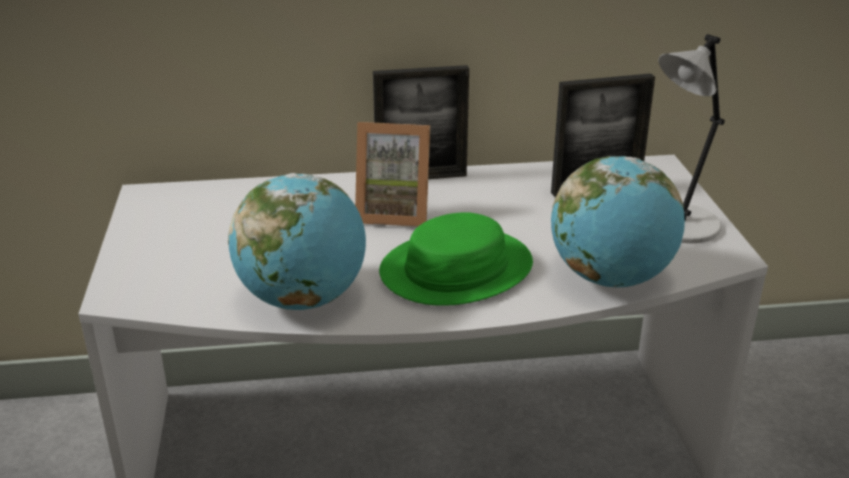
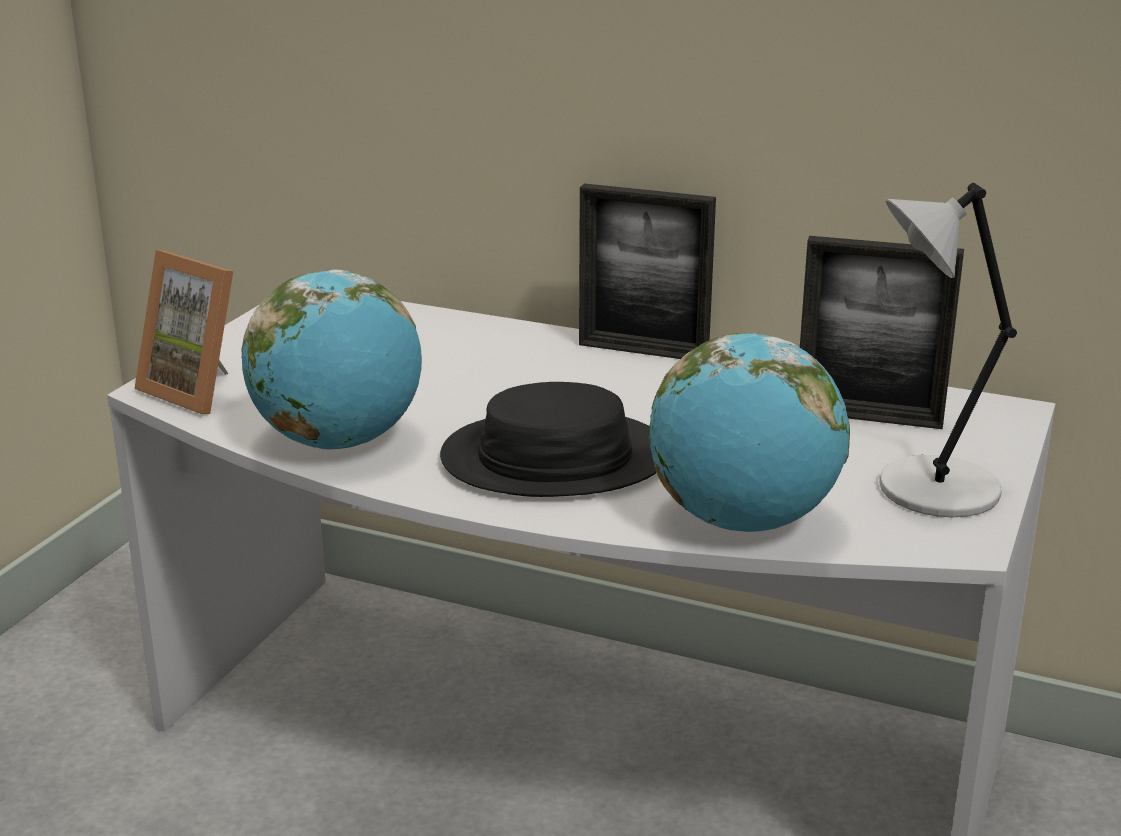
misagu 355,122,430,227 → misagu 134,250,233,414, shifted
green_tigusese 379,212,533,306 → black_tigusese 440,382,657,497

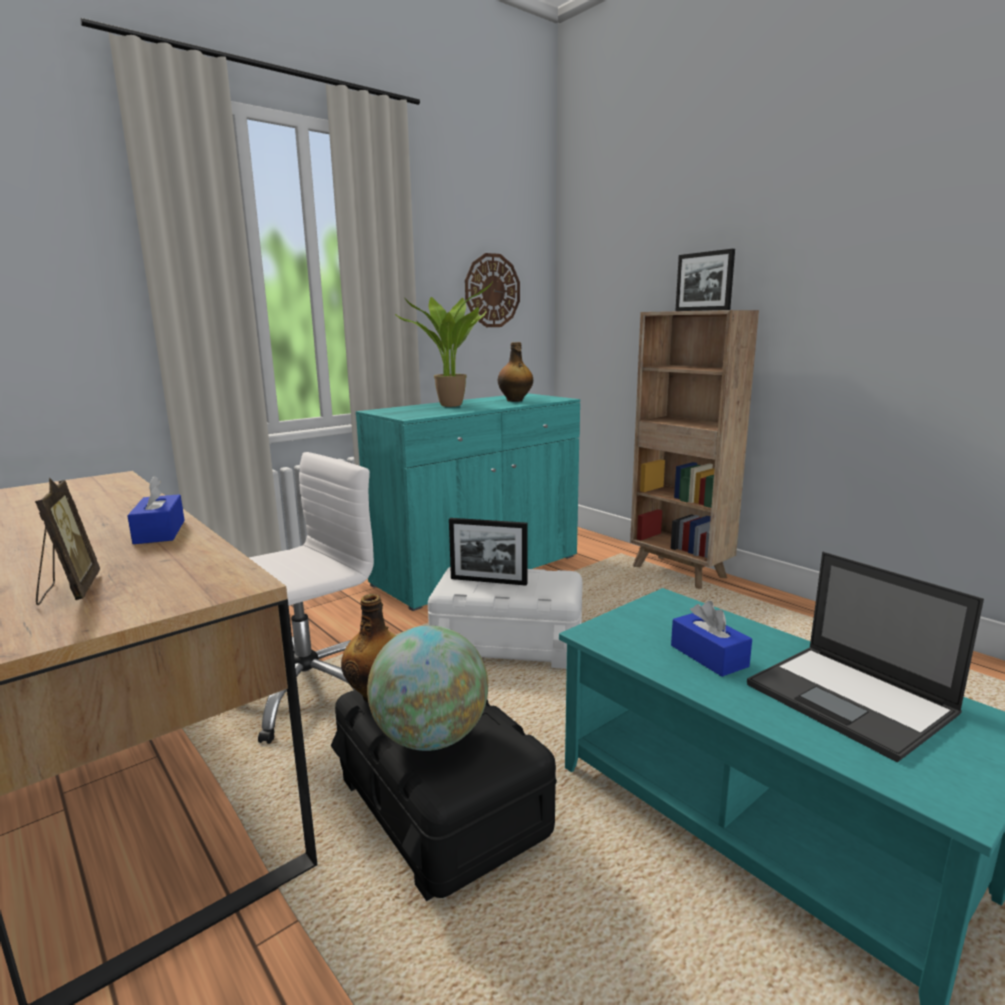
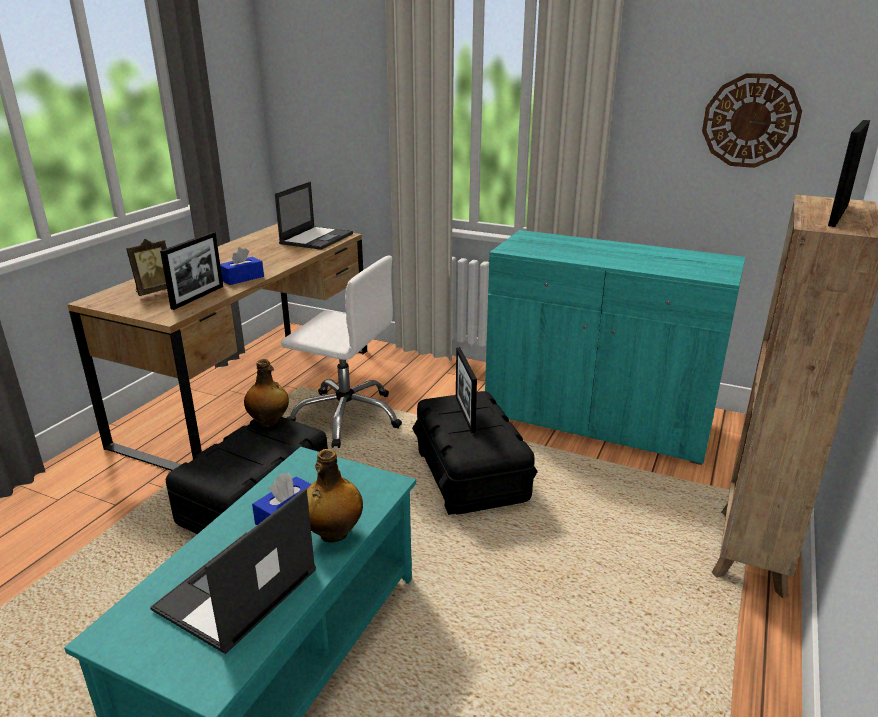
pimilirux 395,280,494,407 → -
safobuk 498,342,533,402 → safobuk 307,449,363,543, shifted
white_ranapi 428,567,583,669 → black_ranapi 412,391,538,515
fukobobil 367,625,488,751 → -
- → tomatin 275,181,353,250
- → misagu 160,232,223,310

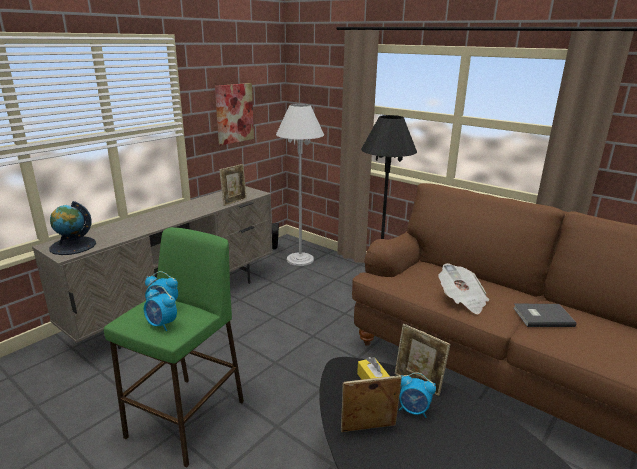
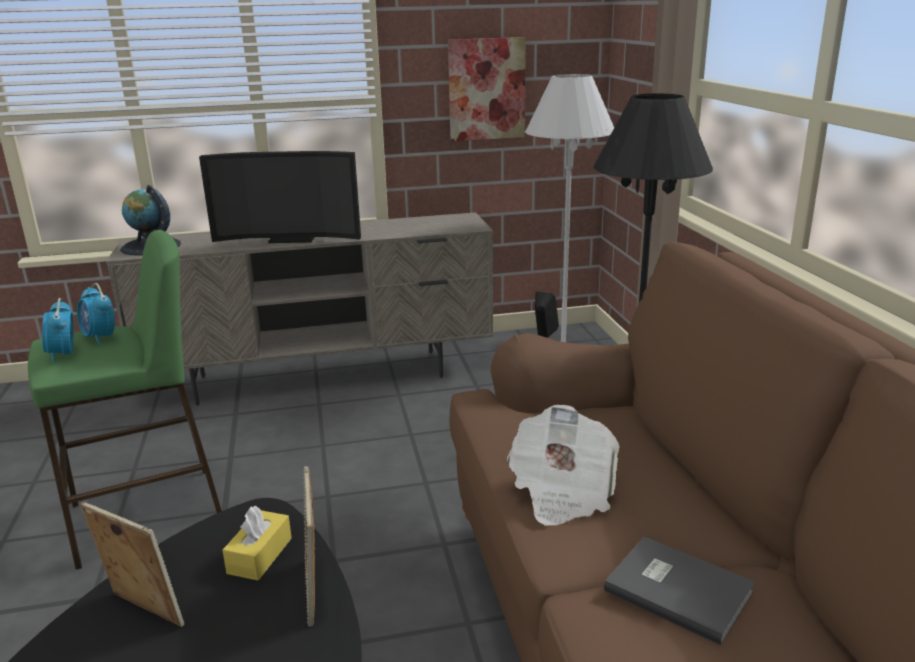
misagu 219,164,247,206 → -
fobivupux 399,372,436,418 → -
- → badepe 199,151,361,243

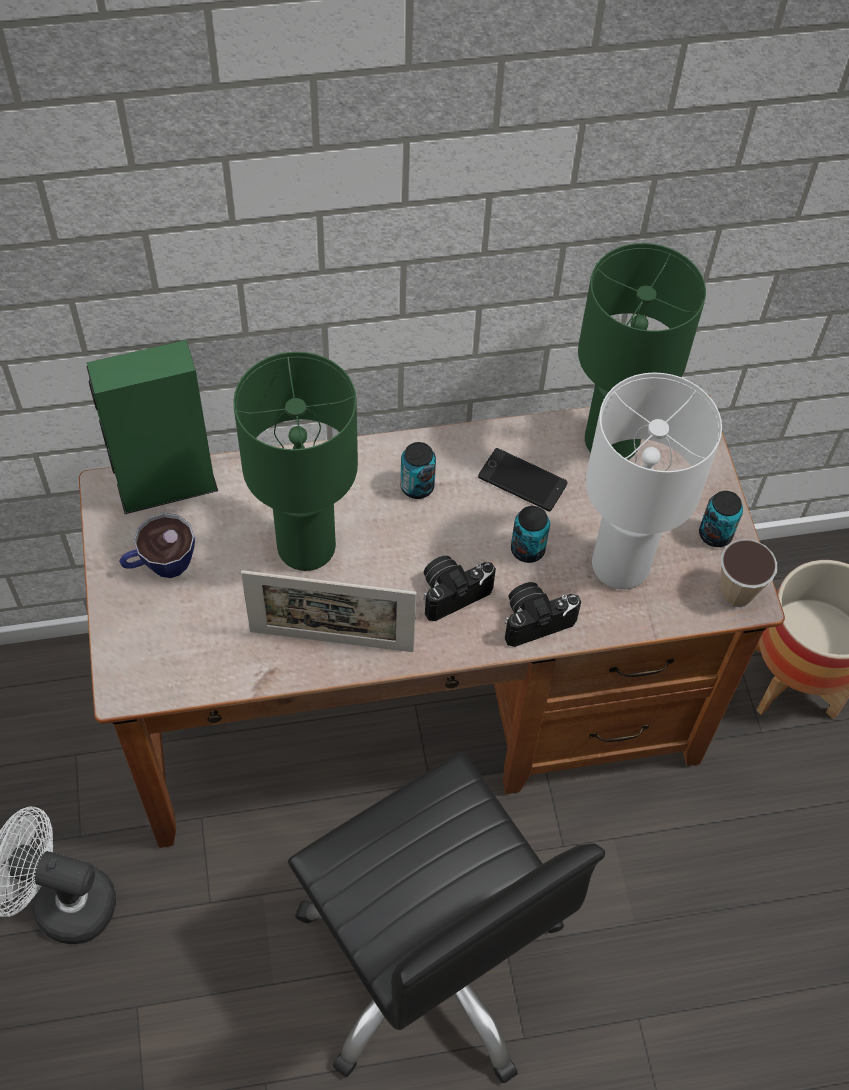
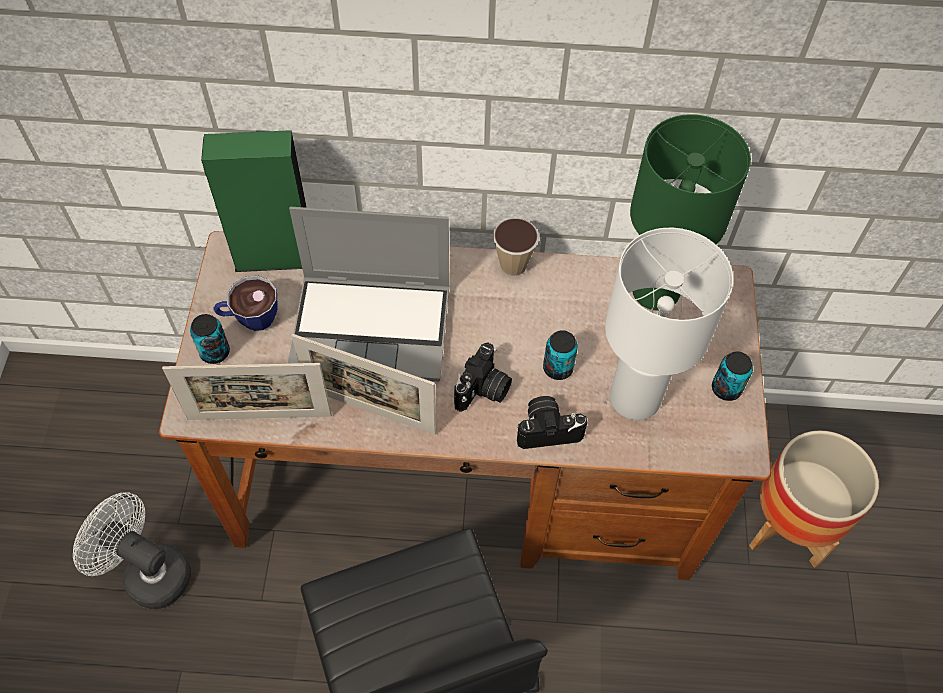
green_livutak 234,352,358,571 → tomatin 288,207,449,382
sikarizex 400,442,436,499 → sikarizex 190,314,230,364, shifted
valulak 478,448,568,511 → -
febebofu 721,539,777,607 → febebofu 493,218,539,276, shifted
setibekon 423,555,496,621 → setibekon 454,342,512,412, 135 degrees clockwise
- → misagu 162,363,332,420

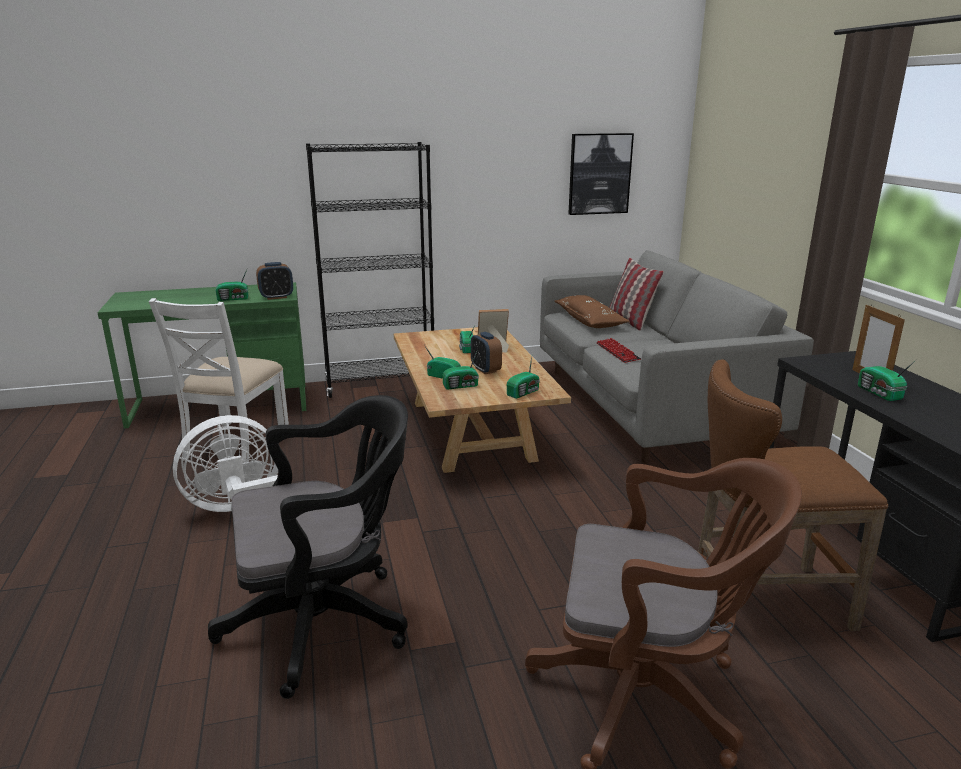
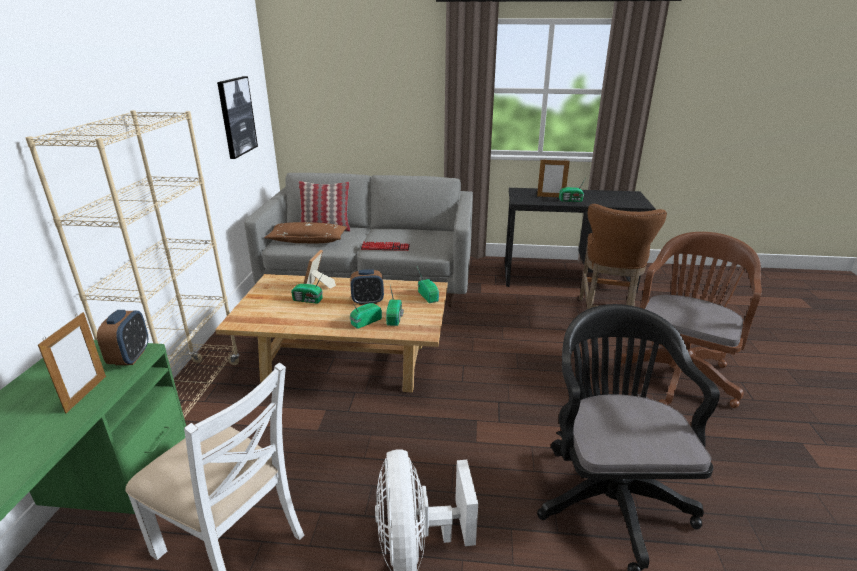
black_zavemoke 306,142,434,398 → beige_zavemoke 25,110,240,418
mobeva 215,267,248,301 → misagu 38,312,106,414

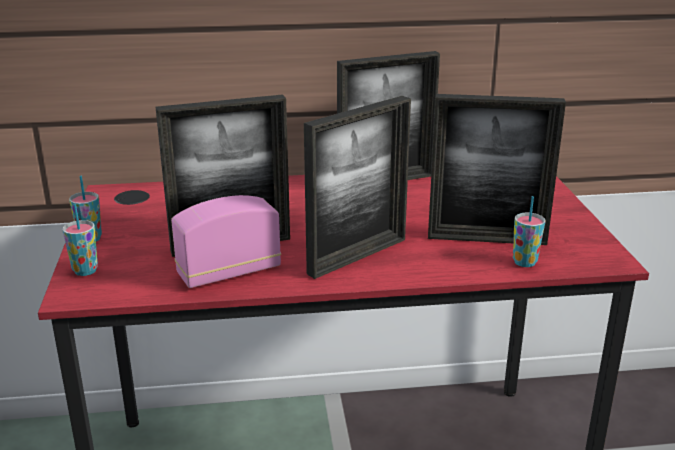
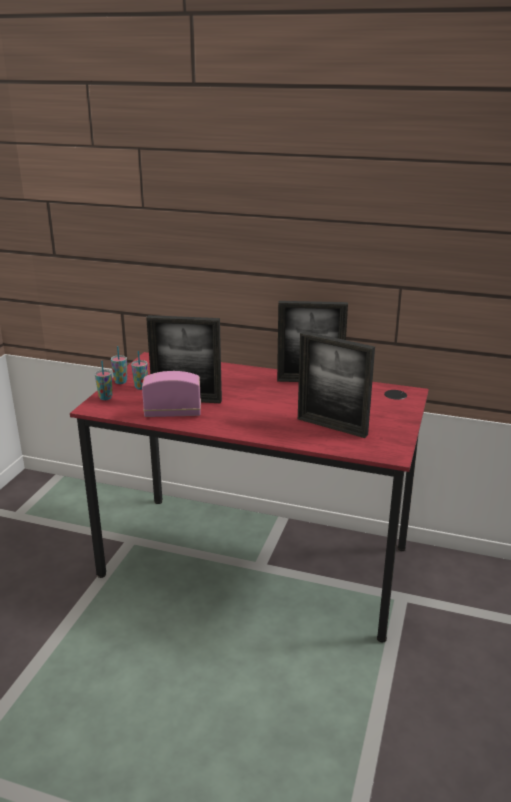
misagu 304,96,411,279 → -
febebofu 513,196,546,267 → febebofu 131,351,148,390, shifted

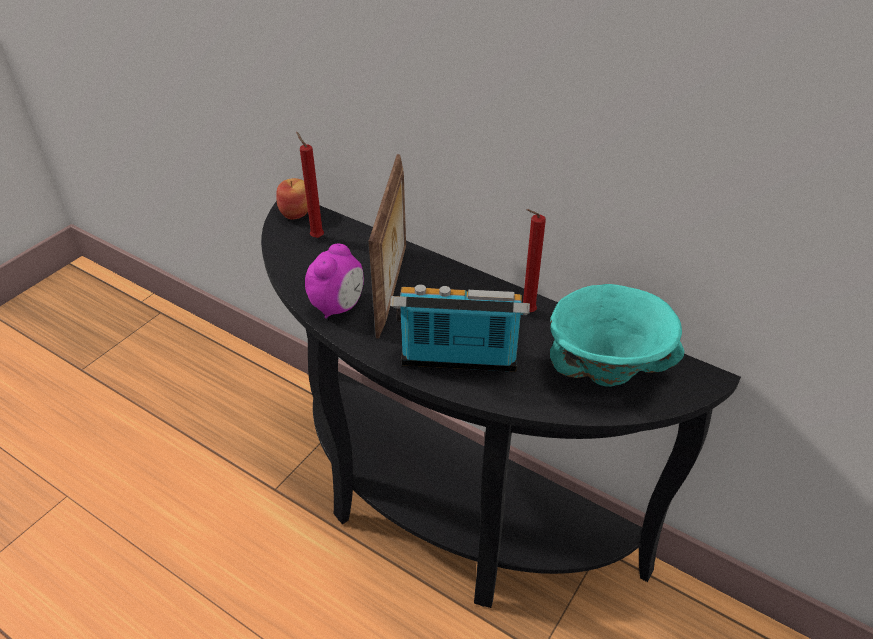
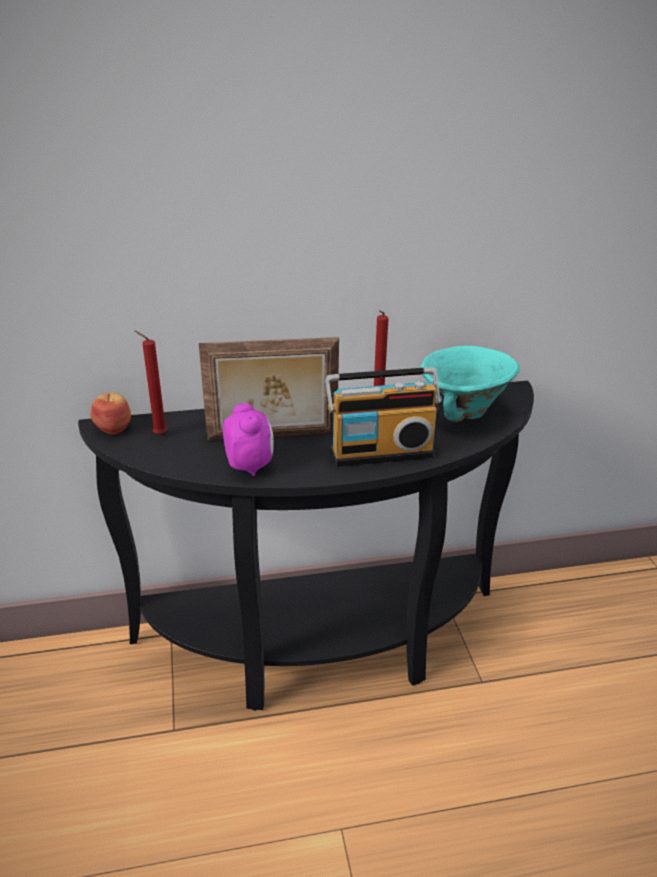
misagu 369,154,406,338 → misagu 199,337,339,440, 120 degrees clockwise
mobeva 390,285,530,372 → mobeva 325,367,442,467, 150 degrees counterclockwise

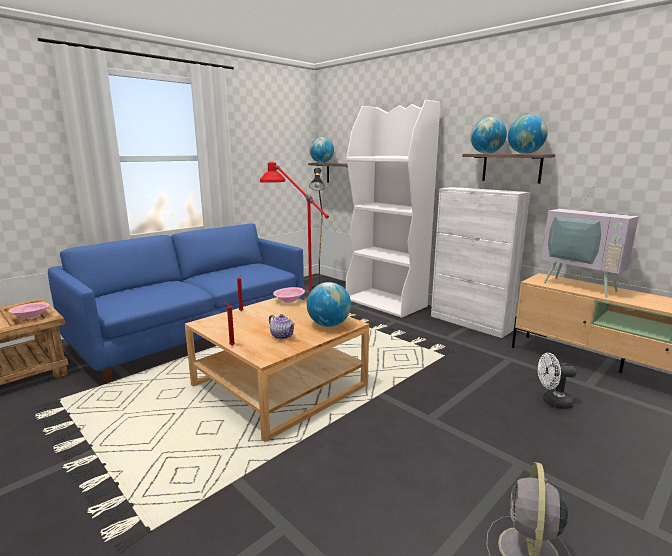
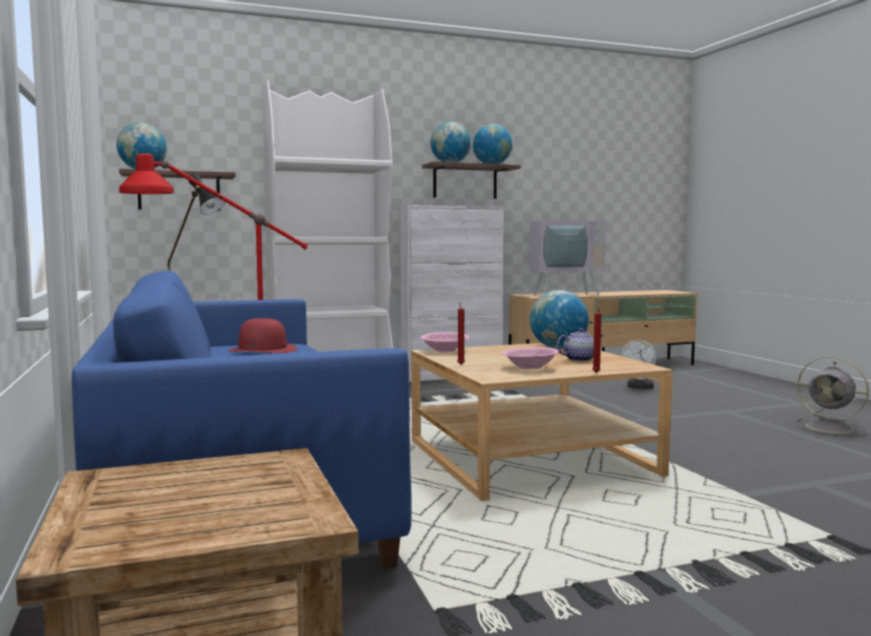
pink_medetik 9,303,50,319 → pink_medetik 502,347,559,370, shifted
- → red_tigusese 228,318,298,353

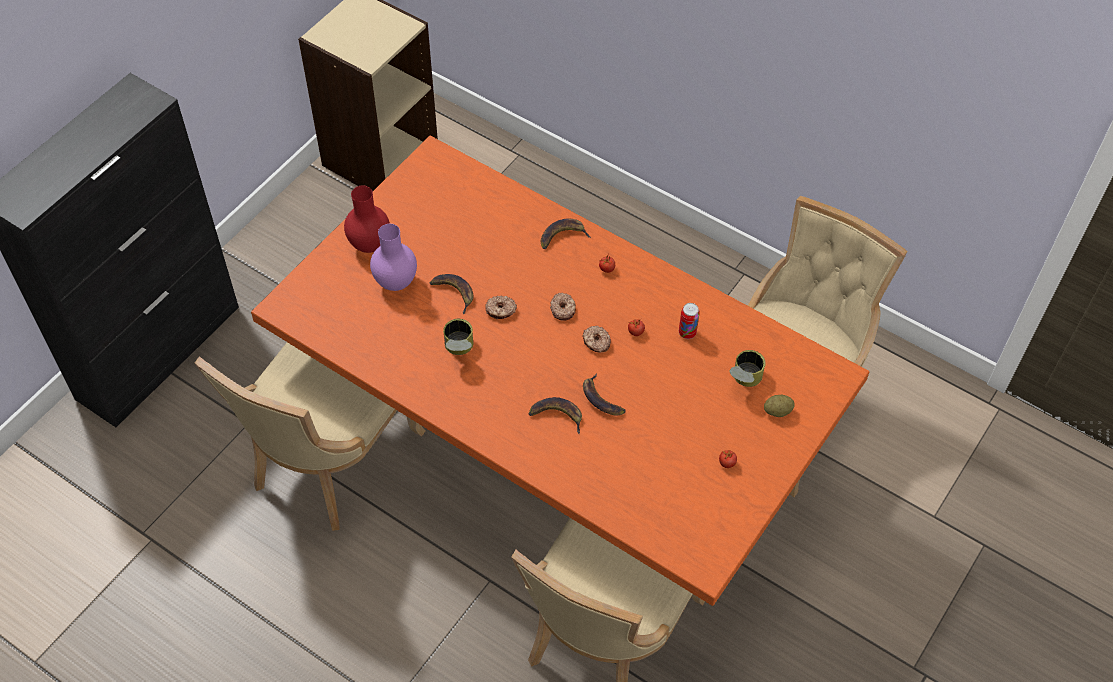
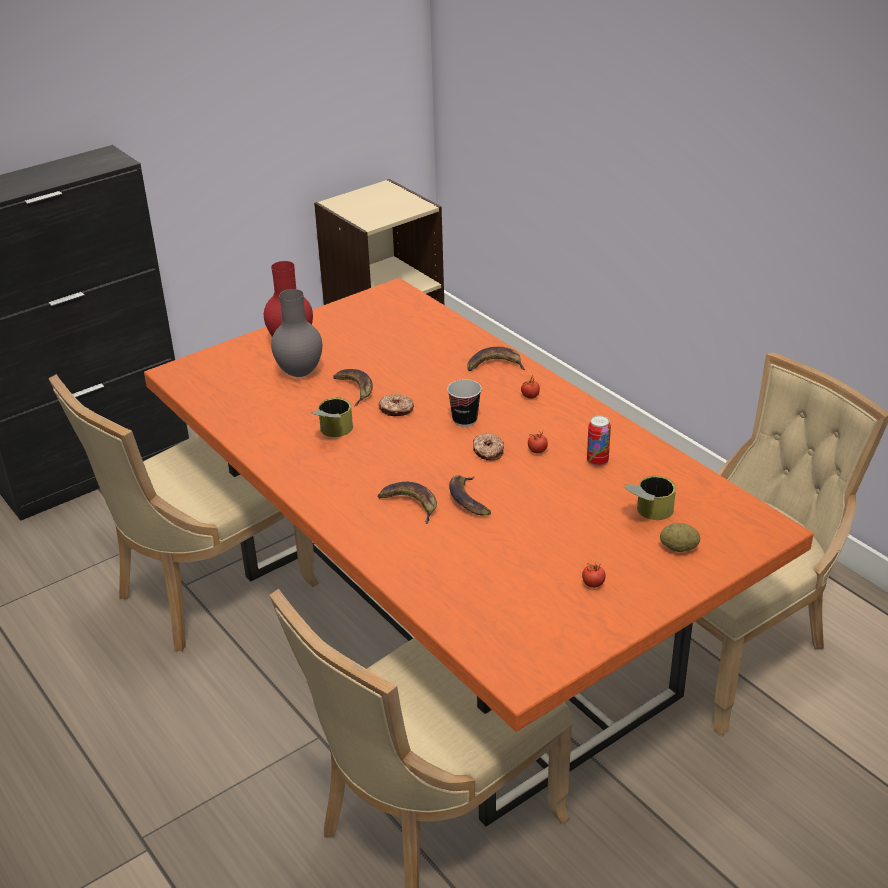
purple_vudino 370,224,417,291 → grey_vudino 271,289,322,377
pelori 550,293,576,320 → febebofu 447,379,482,427

